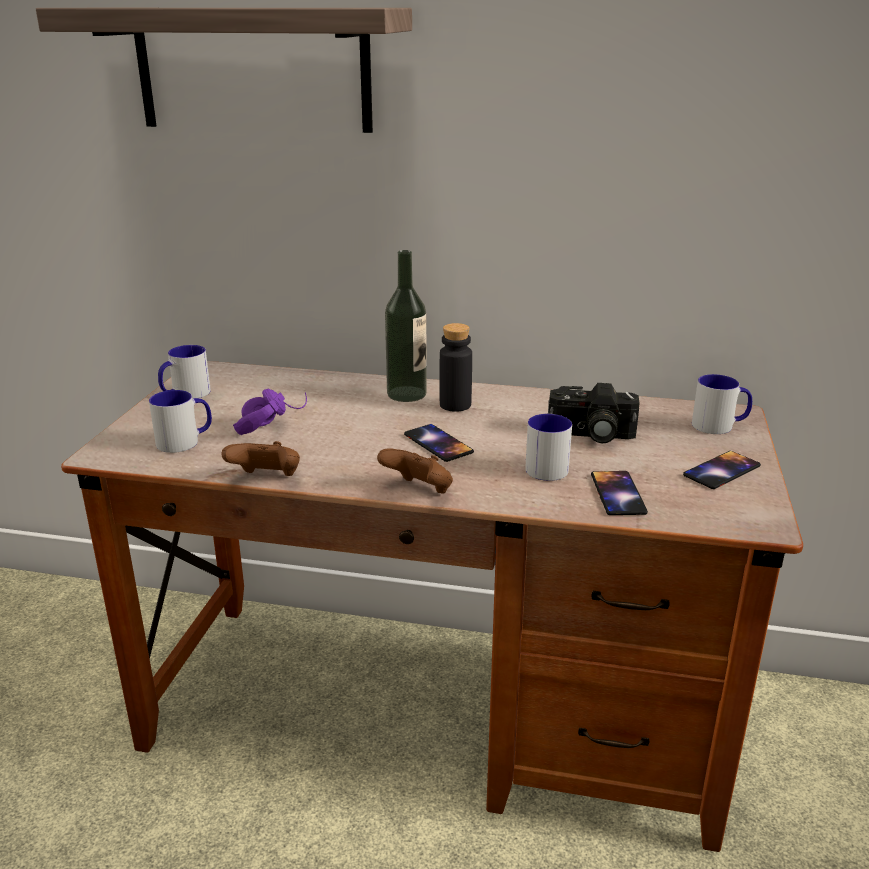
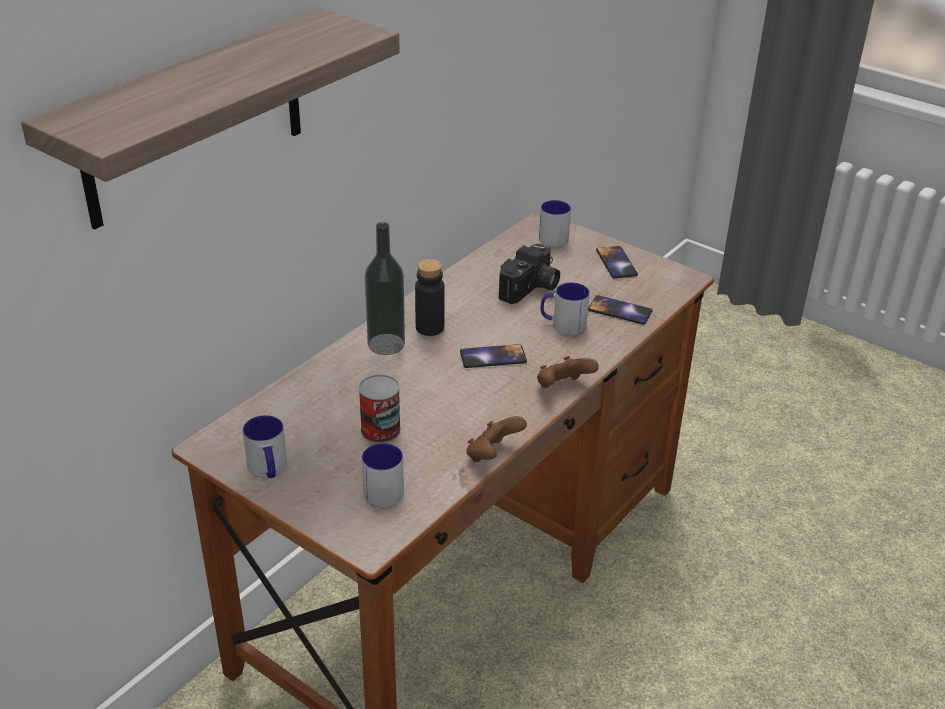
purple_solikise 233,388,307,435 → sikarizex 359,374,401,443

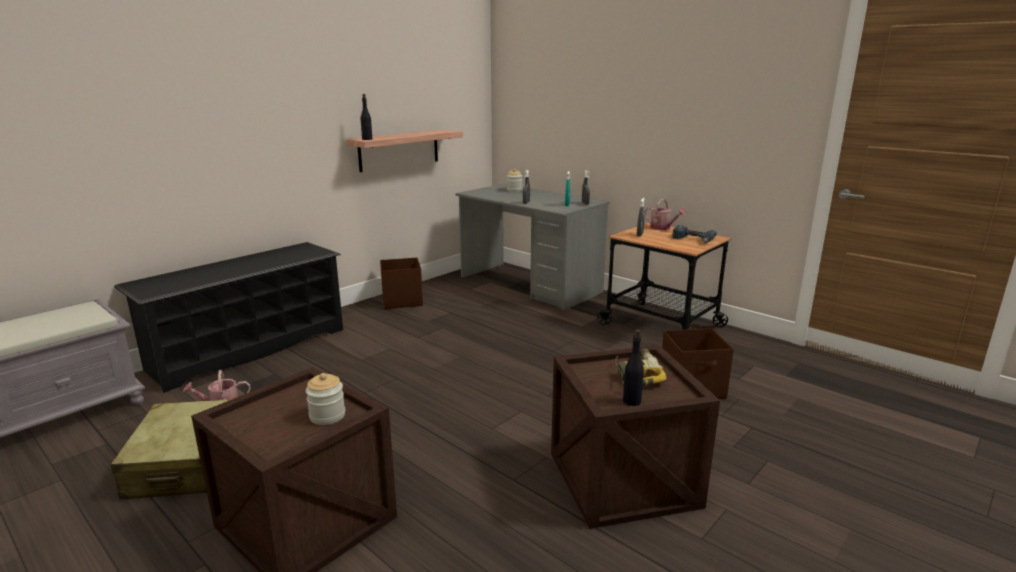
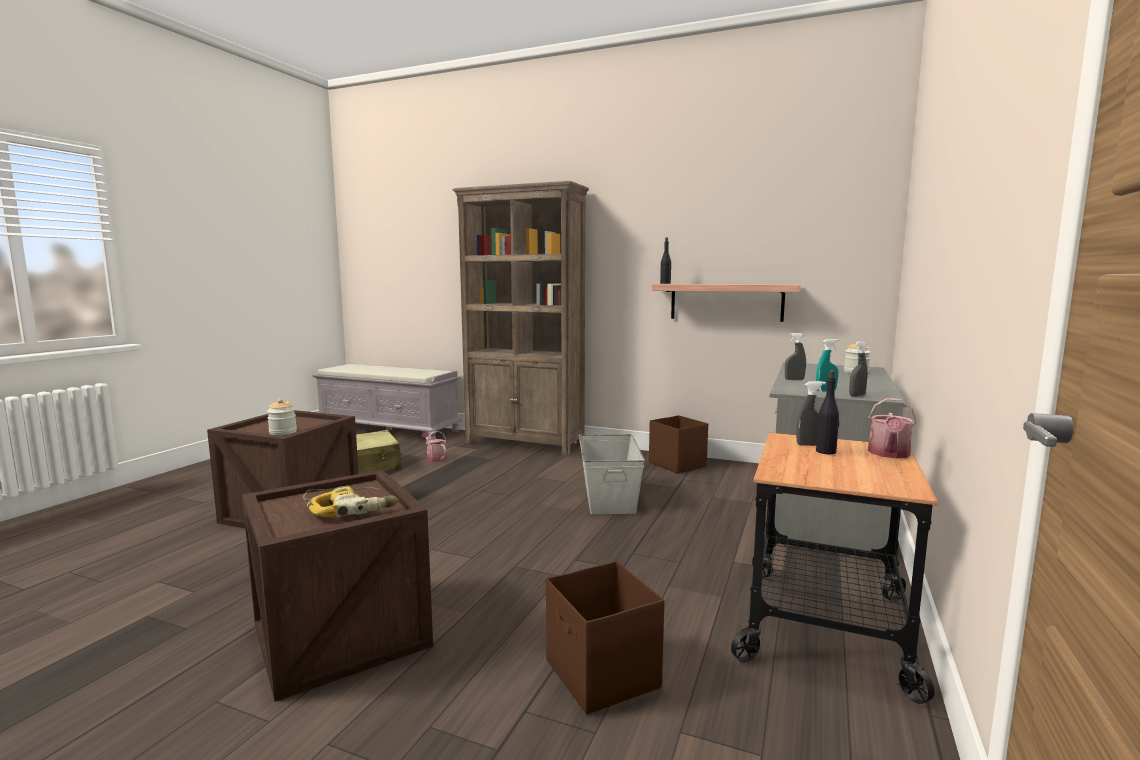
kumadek 672,225,717,243 → -
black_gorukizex 114,242,343,393 → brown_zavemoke 453,181,589,456
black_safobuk 623,329,644,406 → black_safobuk 816,370,839,454, shifted
- → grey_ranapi 579,434,645,514

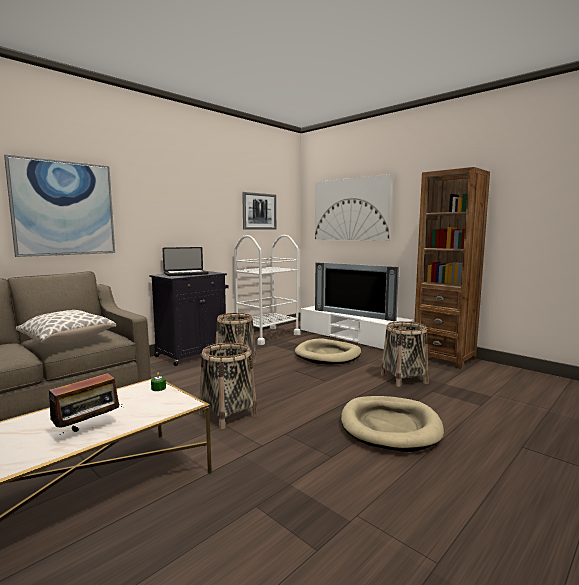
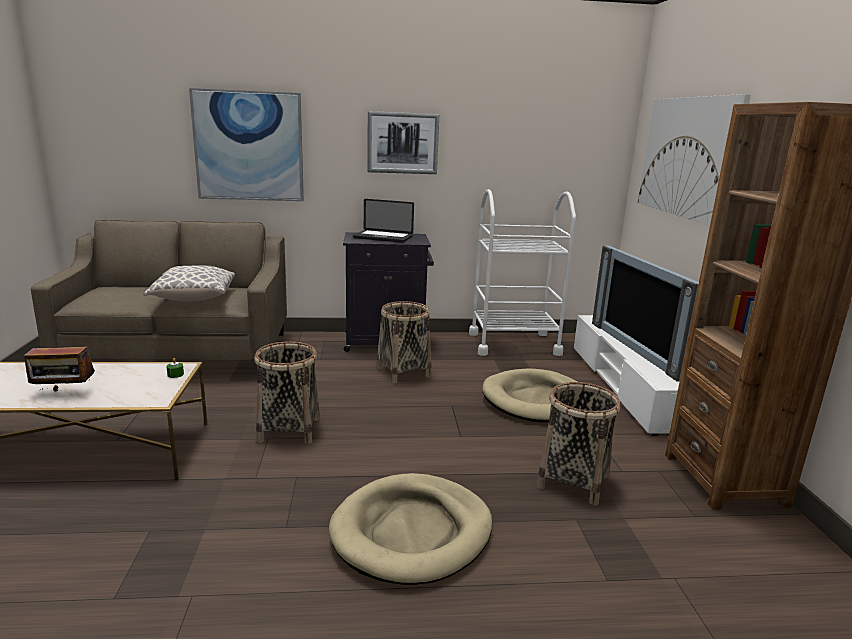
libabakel 242,192,276,230 → libabakel 367,111,439,174, shifted

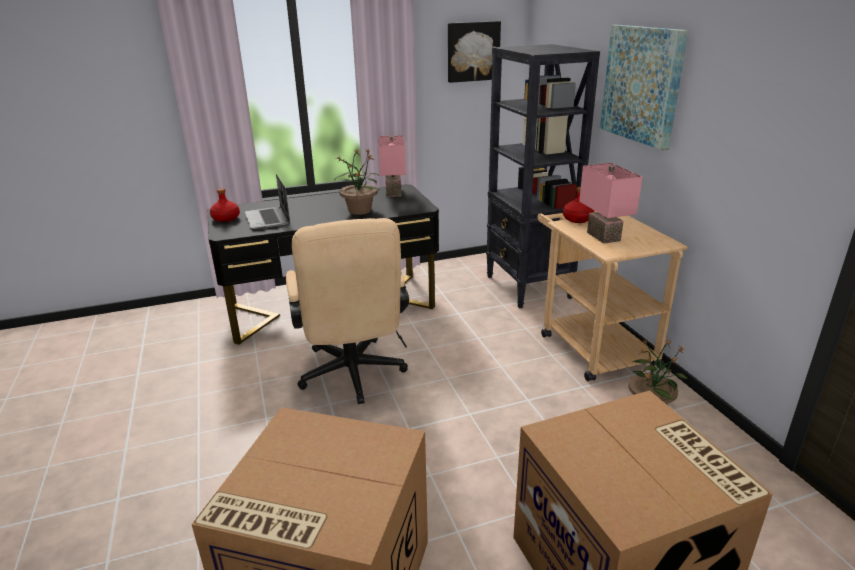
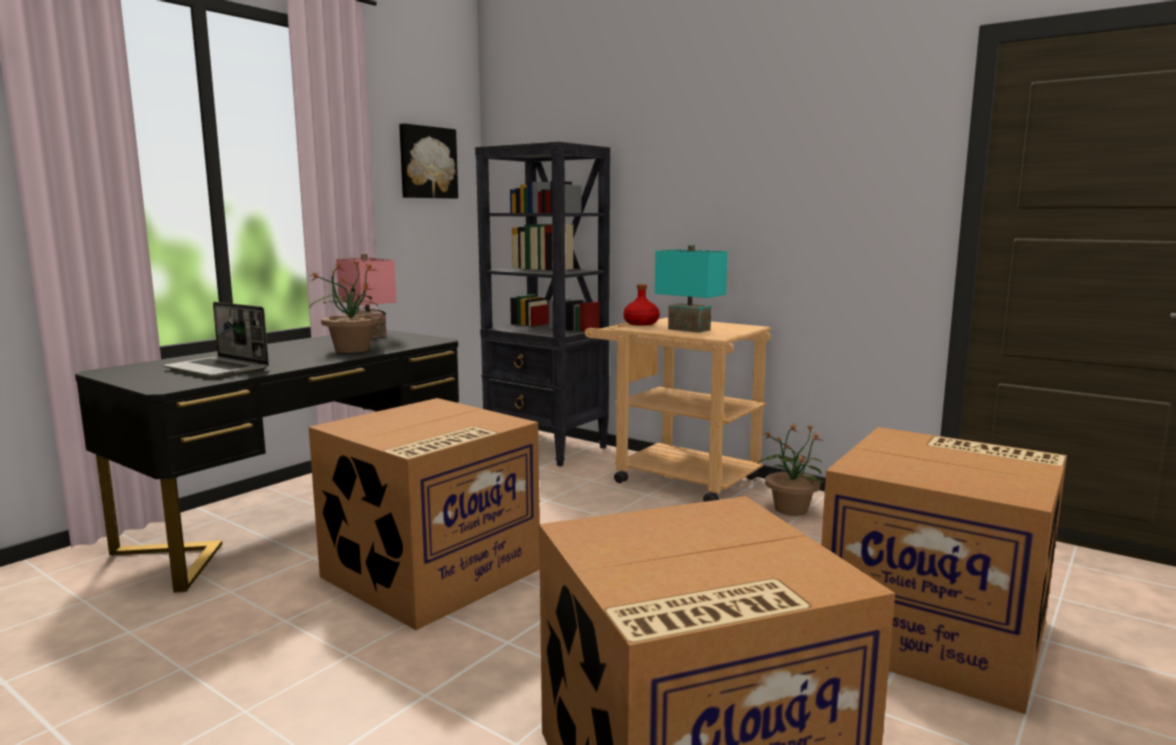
libabakel 600,25,689,150 → -
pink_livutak 579,163,642,244 → turquoise_livutak 655,245,728,333
red_safobuk 210,188,240,222 → -
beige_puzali 286,218,409,404 → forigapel 309,398,540,630

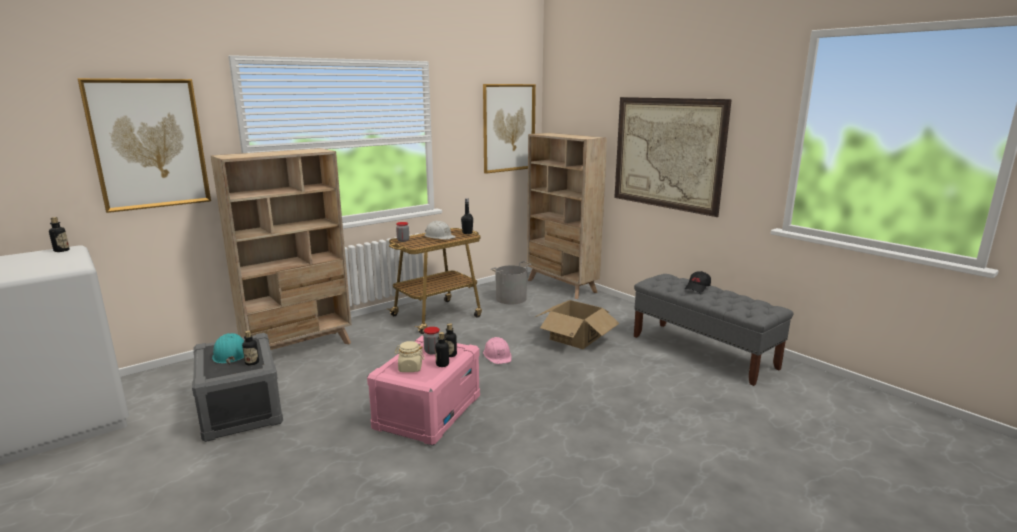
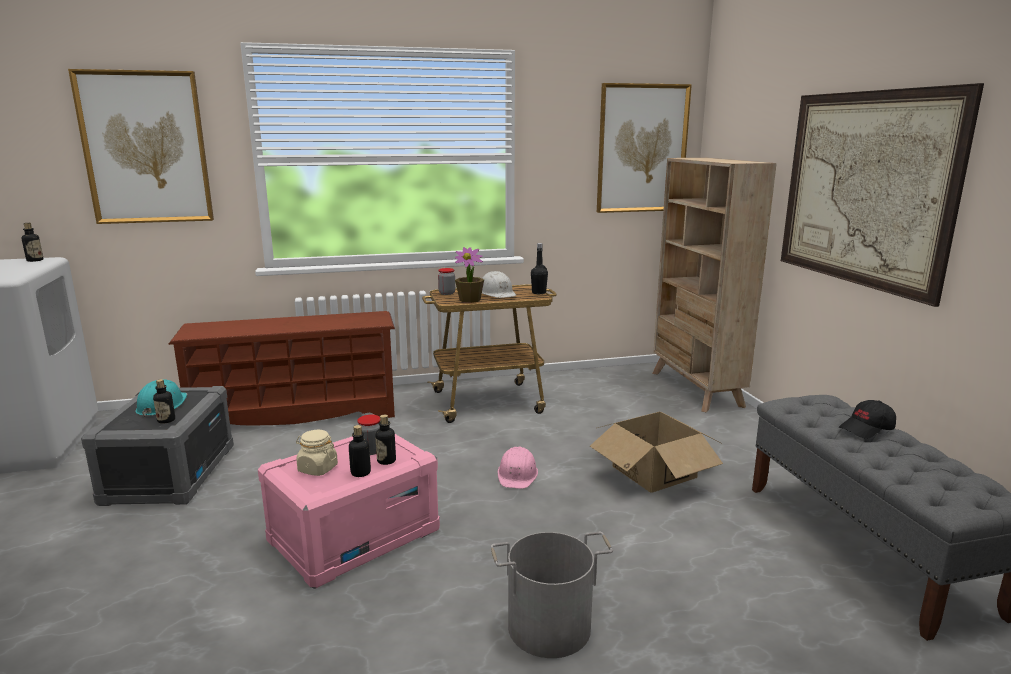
beige_zavemoke 211,148,352,350 → brown_gorukizex 168,311,395,425
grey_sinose 491,261,532,304 → grey_sinose 491,532,613,658, shifted
- → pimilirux 455,247,484,303

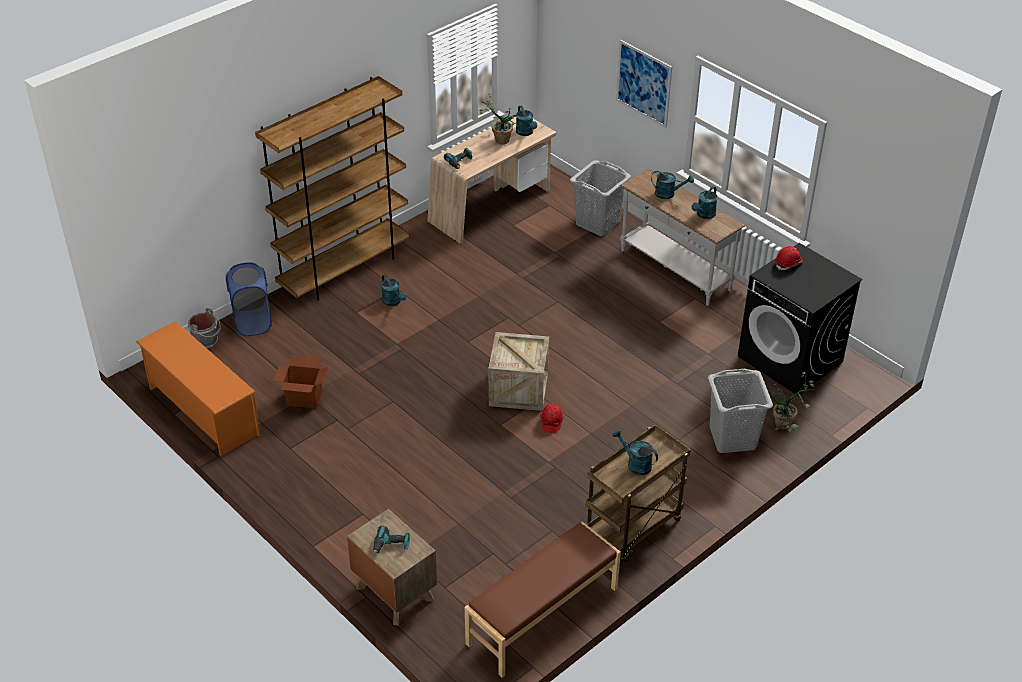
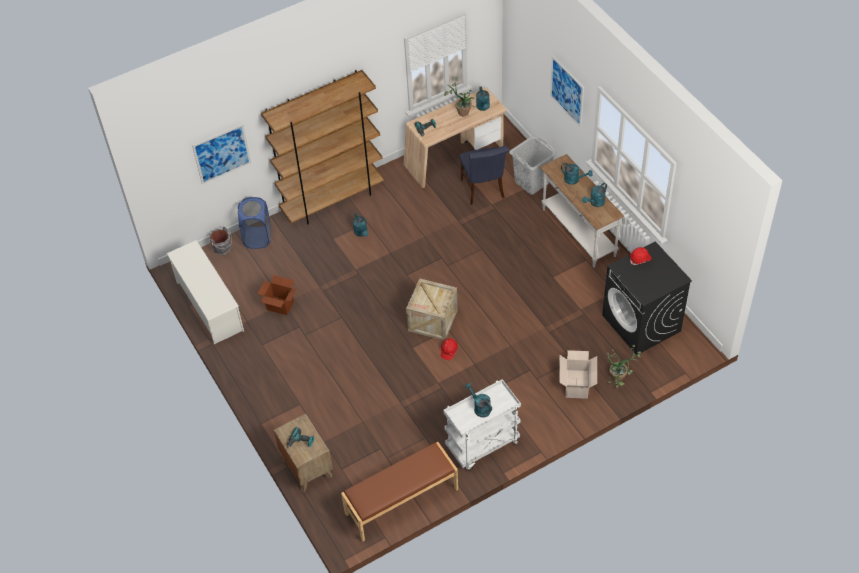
orange_gorukizex 136,321,260,456 → white_gorukizex 166,240,244,344
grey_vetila 708,369,773,453 → forigapel 559,350,597,399
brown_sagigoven 586,424,691,562 → white_sagigoven 444,379,521,470
- → libabakel 192,124,251,184
- → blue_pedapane 459,146,510,205

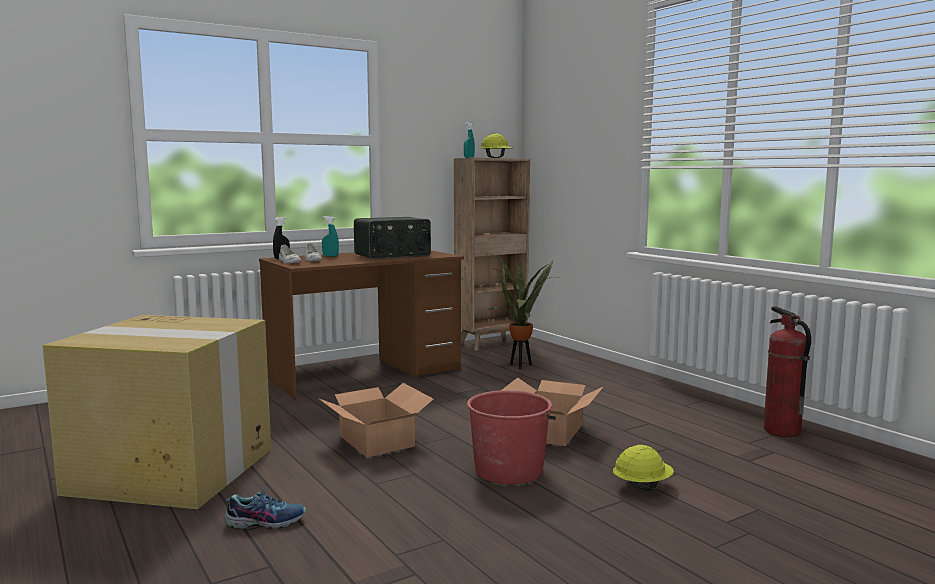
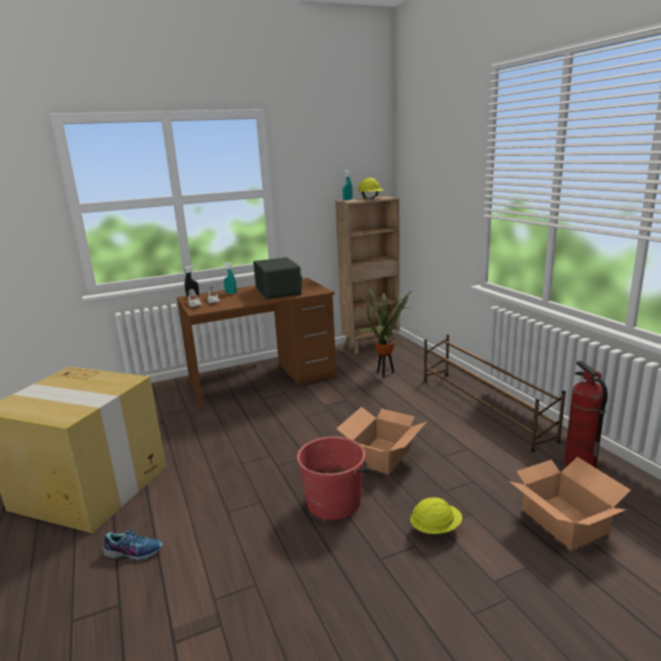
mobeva 354,217,431,259 → mobeva 253,257,302,299, 90 degrees counterclockwise
forigapel 318,383,434,457 → forigapel 509,457,631,550, shifted
- → brown_gorukizex 424,334,566,452

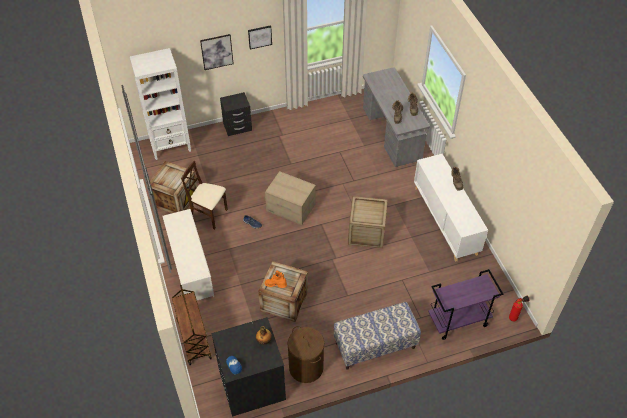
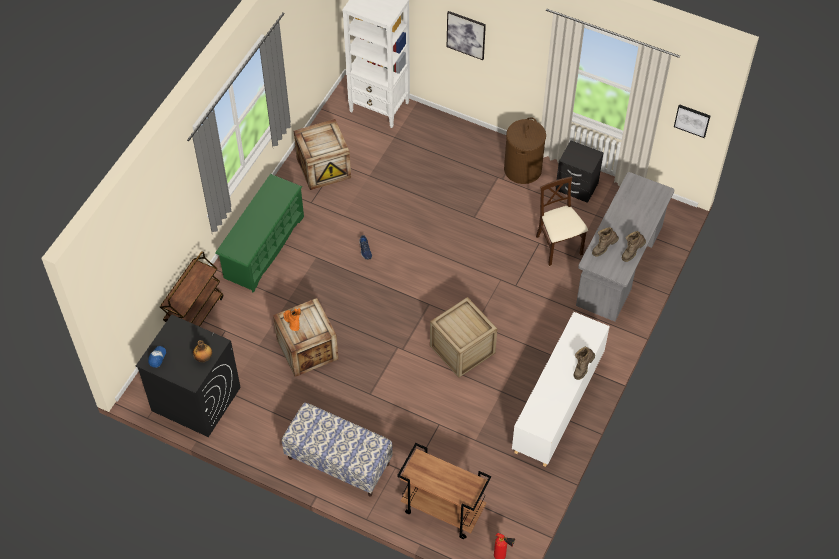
libabakel 248,25,272,49 → libabakel 674,104,710,138, shifted
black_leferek 220,92,252,136 → black_leferek 556,140,604,203, shifted
beige_pedapane 181,161,228,230 → beige_pedapane 536,176,588,266, shifted
forigapel 265,171,316,225 → -
white_gorukizex 162,209,214,300 → green_gorukizex 215,174,304,293
purple_sagigoven 428,269,503,340 → brown_sagigoven 397,443,491,539
brown_vetila 287,326,324,383 → brown_vetila 504,117,546,184, shifted

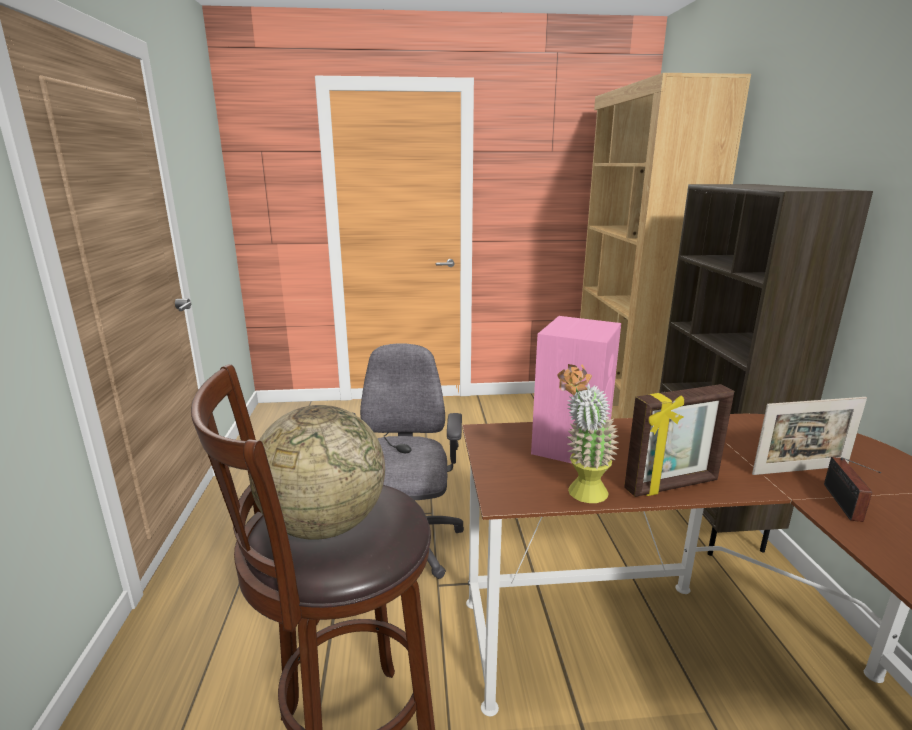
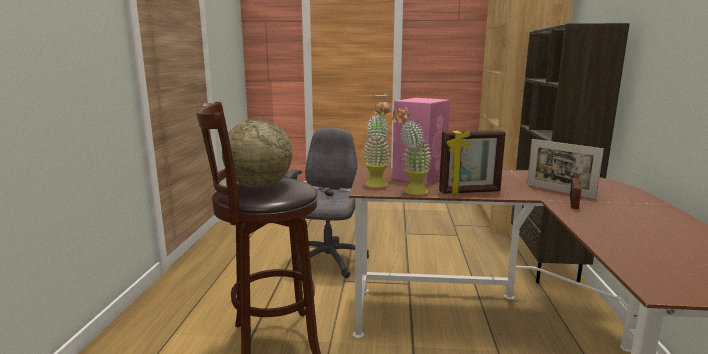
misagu 752,397,867,475 → misagu 527,139,604,199, 45 degrees clockwise
- → pimilirux 363,102,391,188

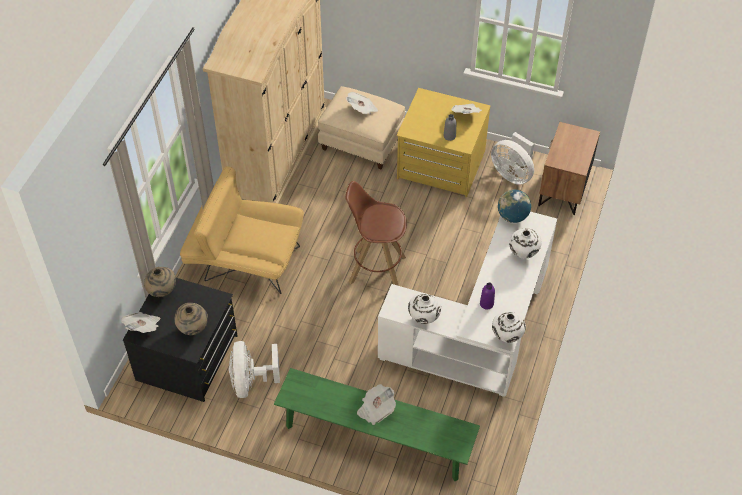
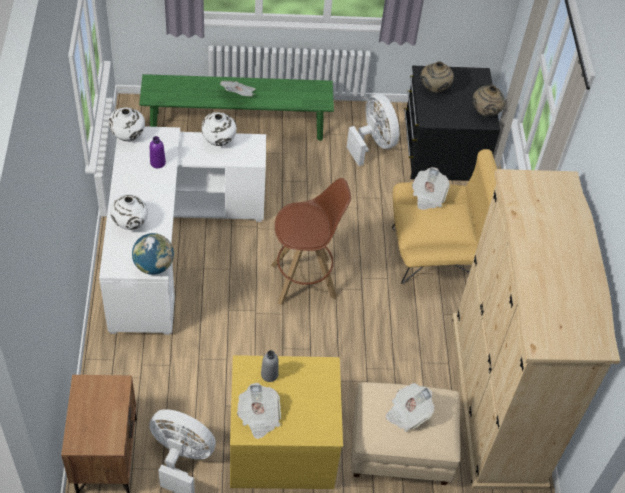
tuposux 121,312,160,333 → tuposux 412,167,450,210, shifted

